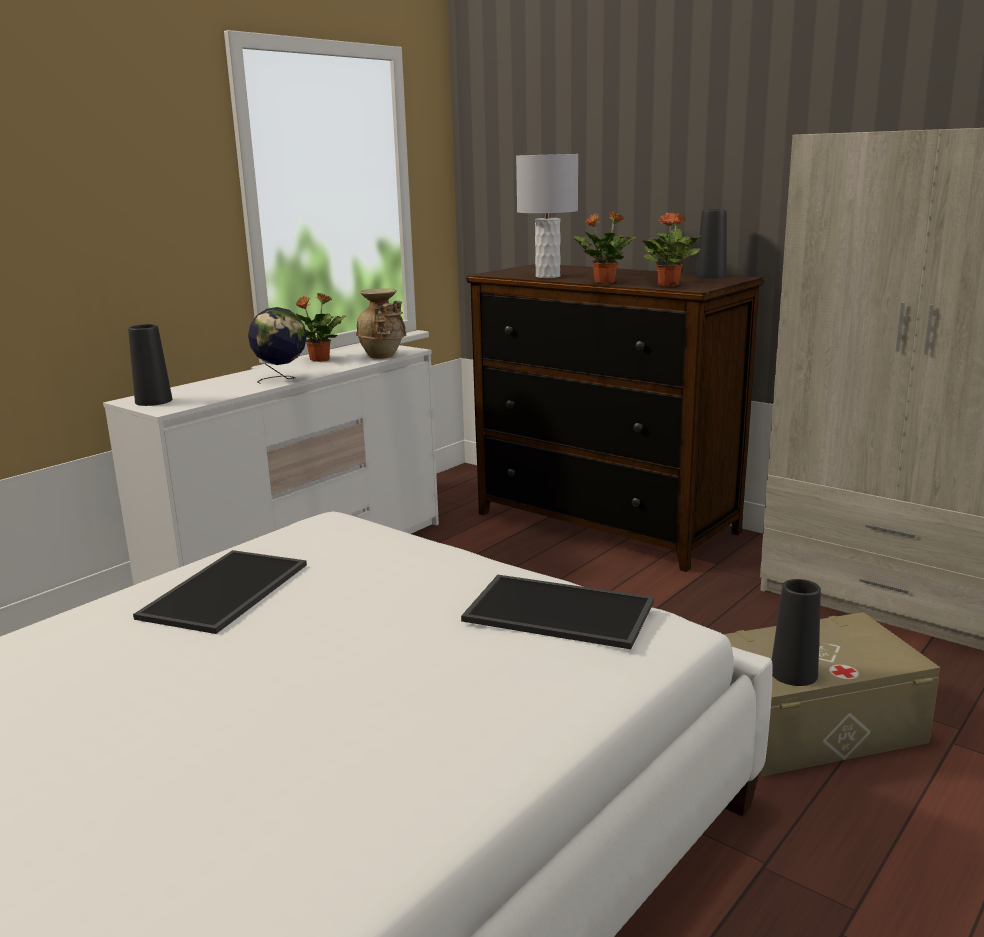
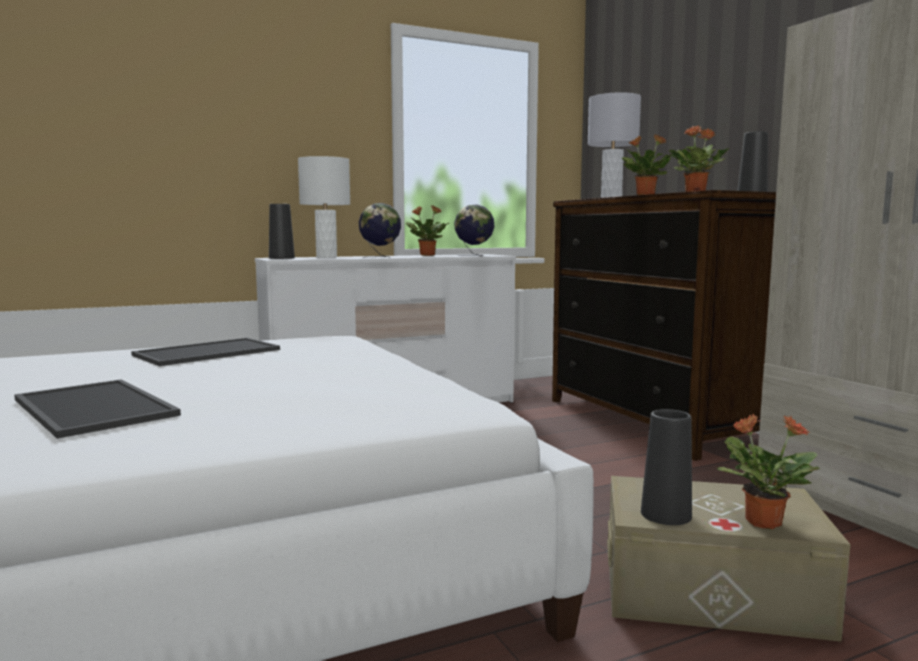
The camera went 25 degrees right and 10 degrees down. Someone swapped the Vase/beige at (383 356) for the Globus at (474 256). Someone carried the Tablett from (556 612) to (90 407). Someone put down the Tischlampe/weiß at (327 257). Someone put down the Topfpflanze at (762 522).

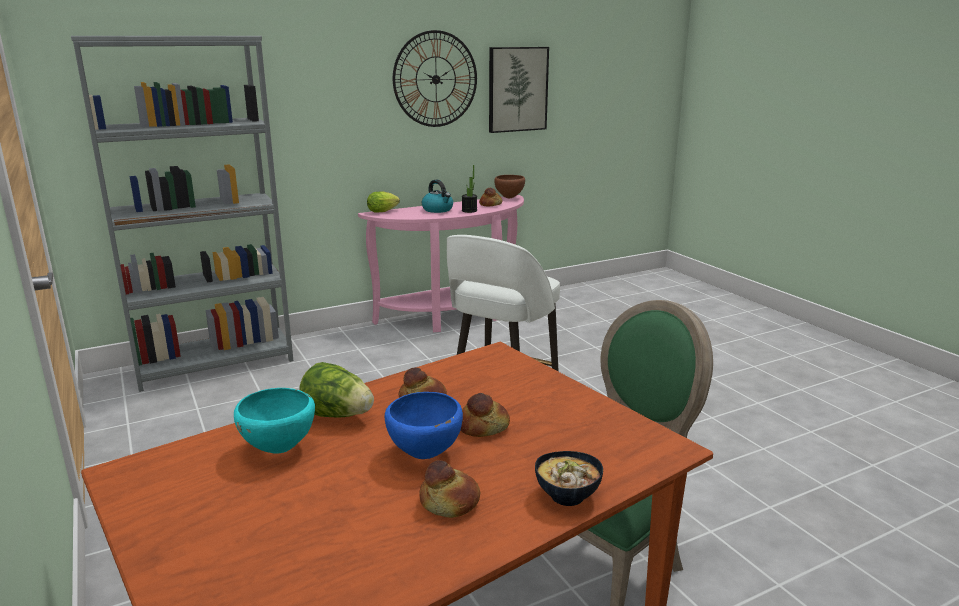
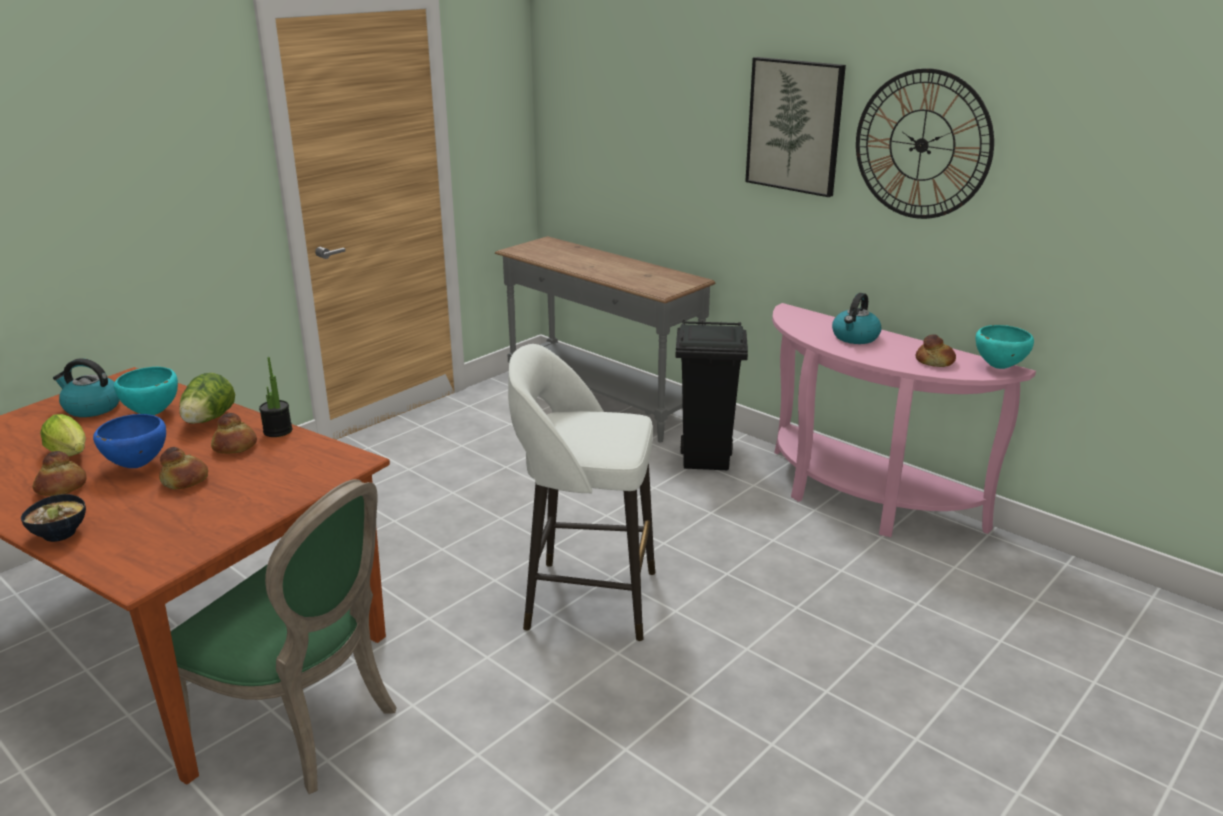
The camera went 70 degrees right and 5 degrees up. Someone swapped the Bücherregal/grau at (215 364) for the Konsolentisch/grau at (600 401). Someone carried the Bild from (517 89) to (795 126). Someone carried the Topfpflanze from (469 211) to (278 431). Someone repainted the Schüssel/braun at (509 198), which became the Schüssel/türkis at (998 367). Someone carried the Salatkopf from (384 211) to (71 455). Someone put down the Mülleimer/schwarz at (707 460). Someone put down the Wasserkessel at (91 408).

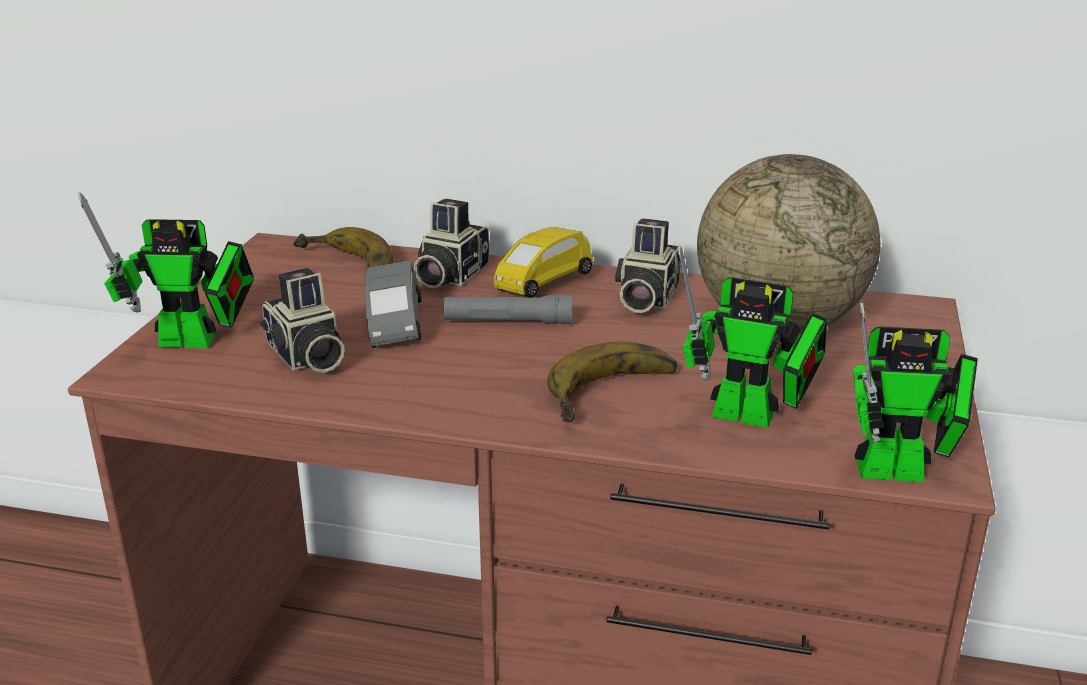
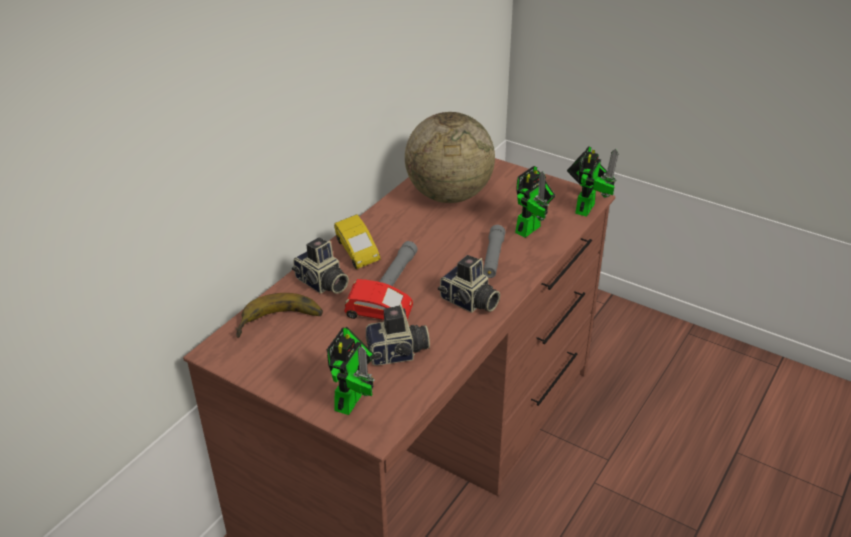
The camera went 70 degrees left and 10 degrees up. Someone carried the Kamera from (644 298) to (469 302). Someone repainted the Spielzeugauto/grau at (393 327), which became the Spielzeugauto/rot at (378 315). Someone swapped the Banane at (617 394) for the Taschenlampe/grau at (493 257).

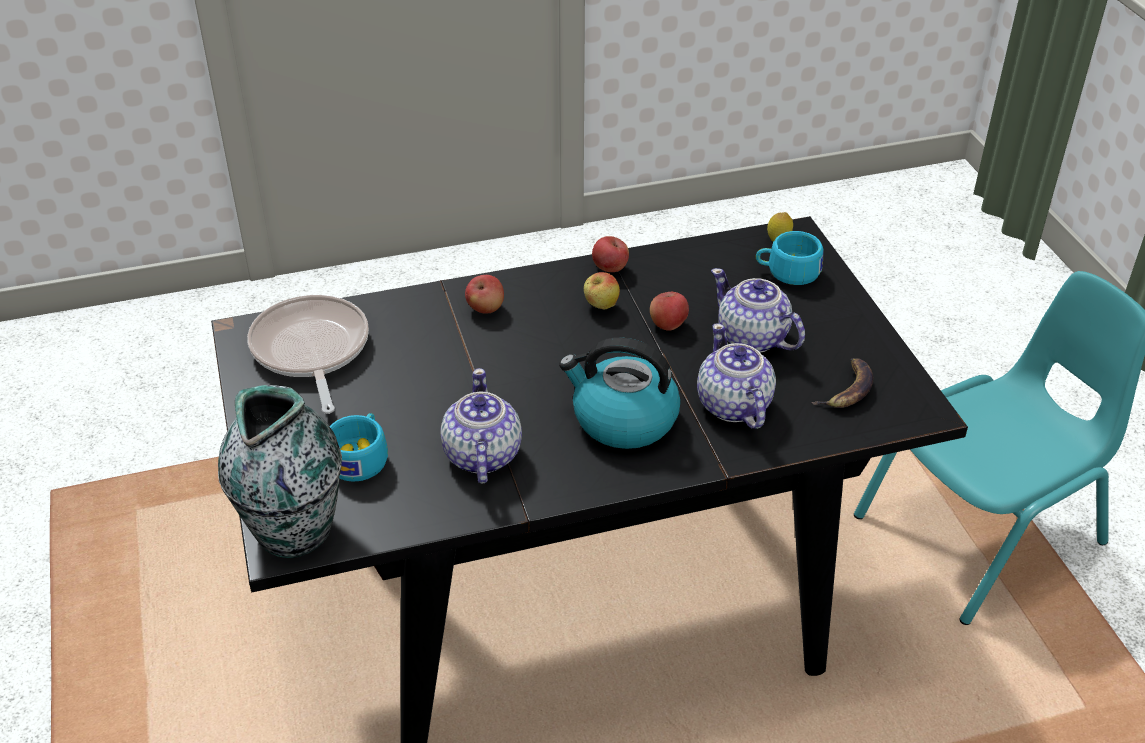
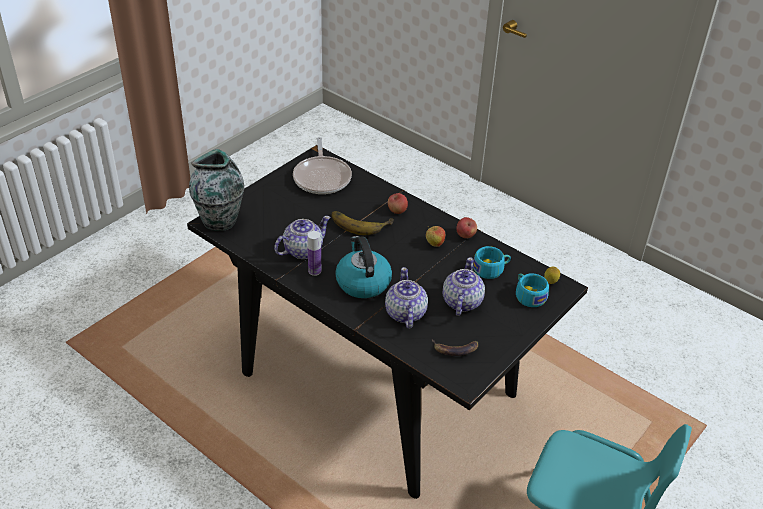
The camera went 55 degrees right and 0 degrees up. Someone took away the Apfel at (668 324). Someone rotated the Pfanne at (311 351) by 135 degrees clockwise. Someone rotated the Teekanne at (733 406) by 45 degrees counterclockwise. Someone carried the Tasse/türkis from (360 457) to (491 269). Someone put down the Banane at (360 222). Someone put down the Flasche at (314 271).

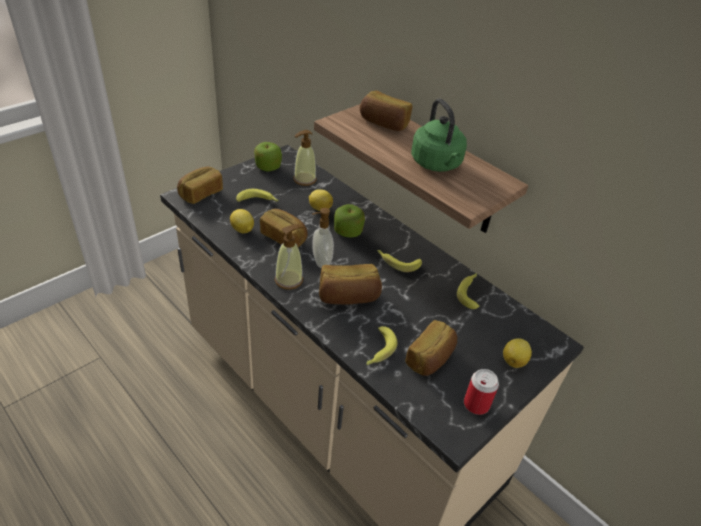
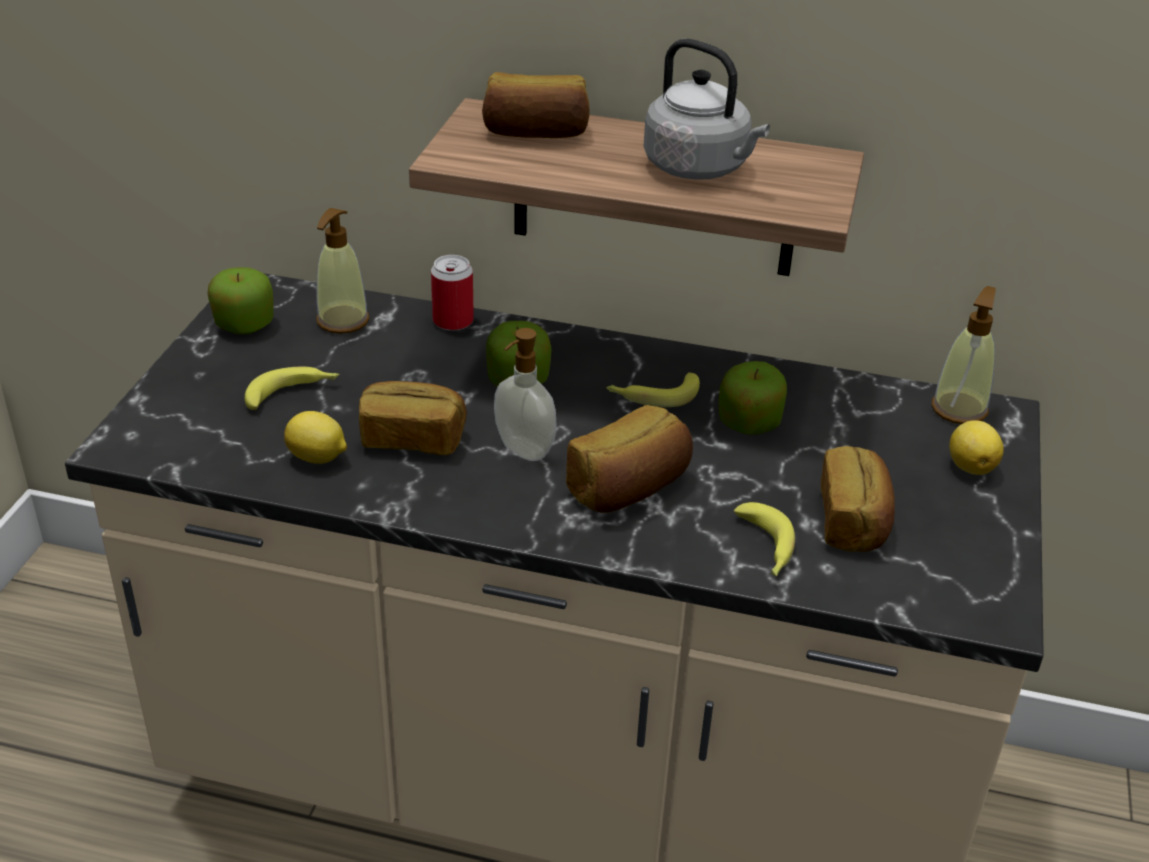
The camera went 30 degrees left and 5 degrees down. Someone repainted the Wasserkessel/grün at (437 164), which became the Wasserkessel/grau at (700 168). Someone took away the Brot at (200 193). Someone took away the Zitrone at (319 208). Someone carried the Seifenspender from (289 280) to (959 409). Someone took away the Banane at (470 292). Someone carried the Dose from (476 404) to (453 321). Someone put down the Apfel at (749 422).

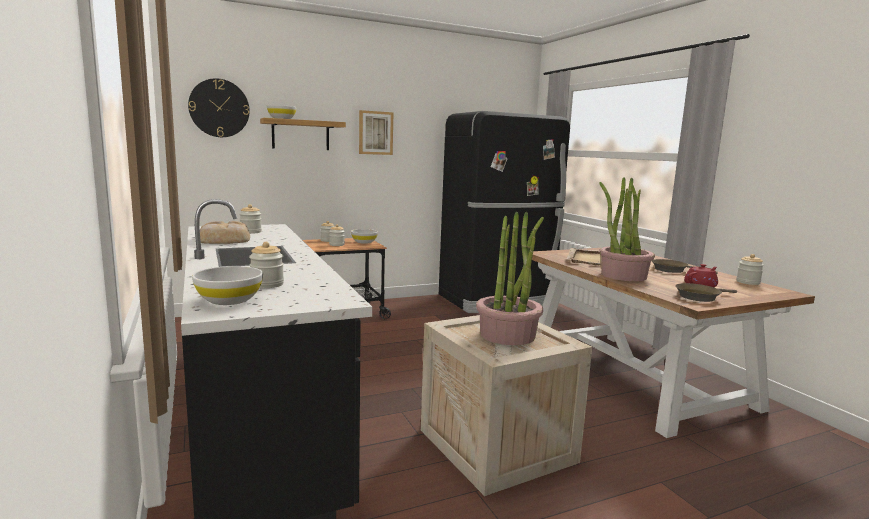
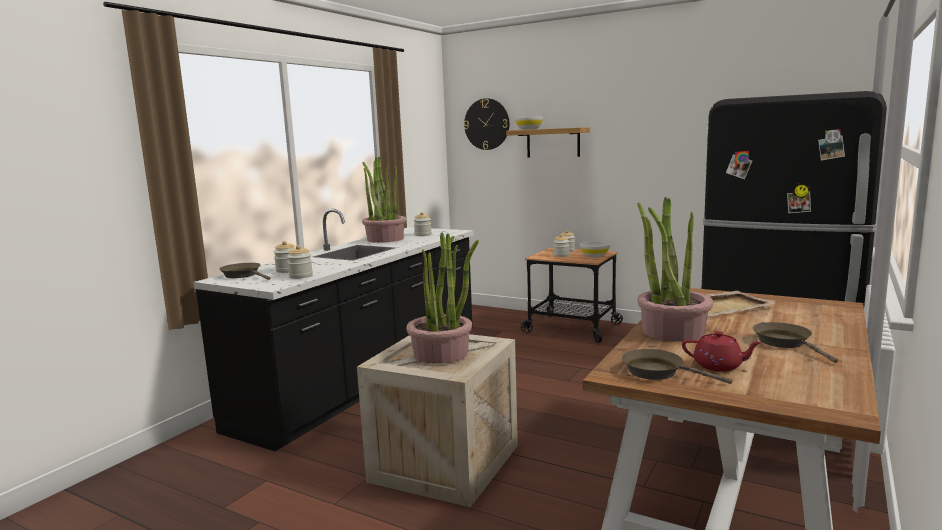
The camera went 55 degrees right and 0 degrees up. Someone took away the Bild at (375 133). Someone swapped the Brot at (224 239) for the Topfpflanze at (385 239). Someone carried the Vorratsglas from (748 282) to (301 276). Someone swapped the Schüssel/weiß at (229 300) for the Pfanne/braun at (243 275).

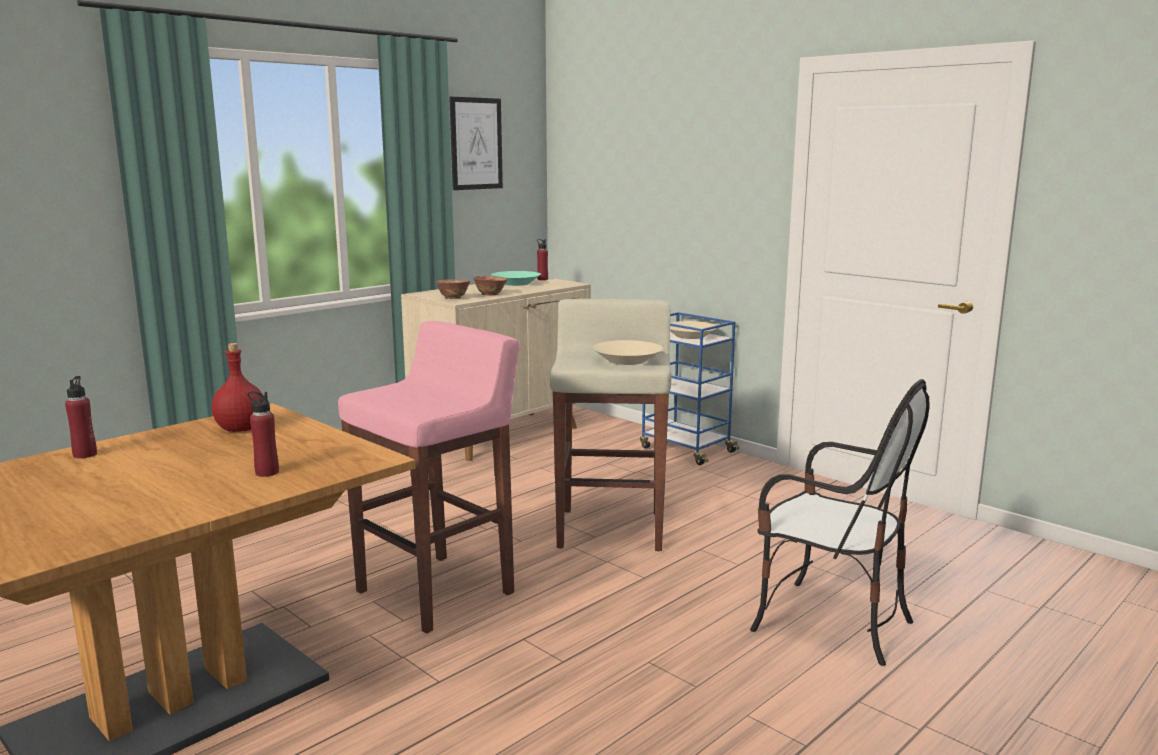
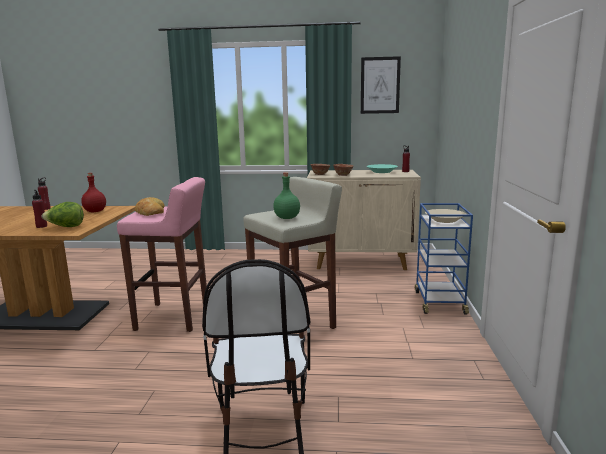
The camera went 50 degrees right and 0 degrees up. Someone swapped the Schüssel/beige at (627 360) for the Flasche/grün at (286 218). Someone put down the Brot at (150 211). Someone put down the Salatkopf at (66 227).

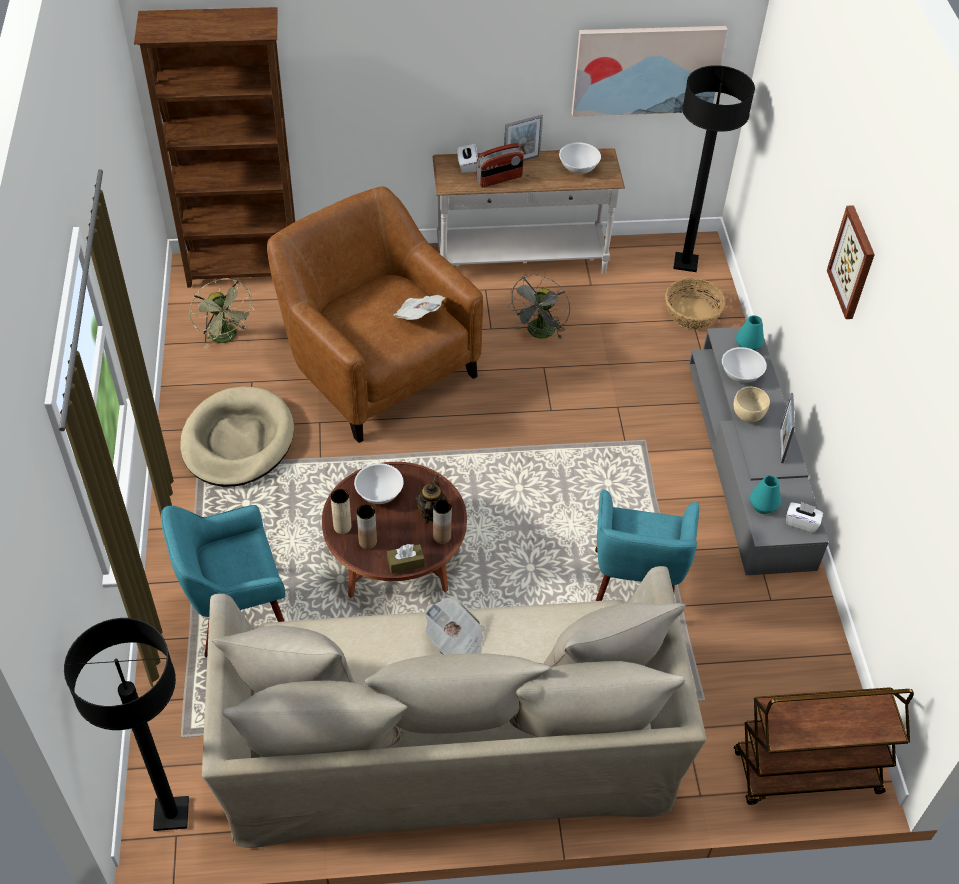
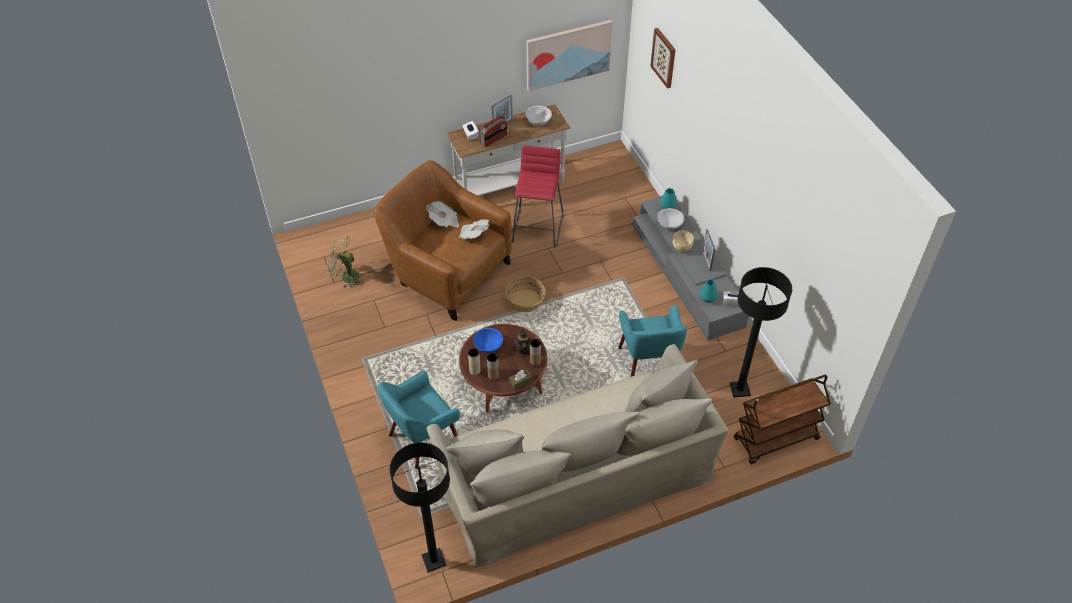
The camera went 15 degrees left and 0 degrees up. Someone took away the Bücherregal/braun at (244 270). Someone carried the Stehlampe/schwarz from (685 263) to (740 389). Someone carried the Bild from (853 262) to (664 57). Someone swapped the Ventilator/grau at (539 334) for the Hocker/rot at (538 228). Someone carried the Korb from (691 314) to (525 301). Someone rotated the Ventilator/grün at (227 337) by 150 degrees clockwise. Someone took away the Hundebett/beige at (237 441). Someone repainted the Schüssel/weiß at (379 493), which became the Schüssel/blau at (488 346). Someone carried the Zeitung from (455 640) to (444 221).

